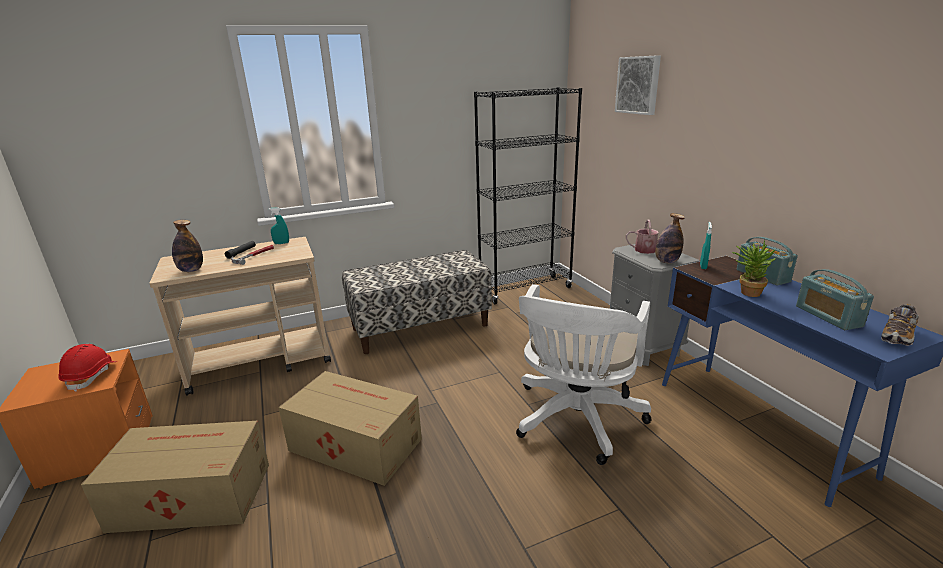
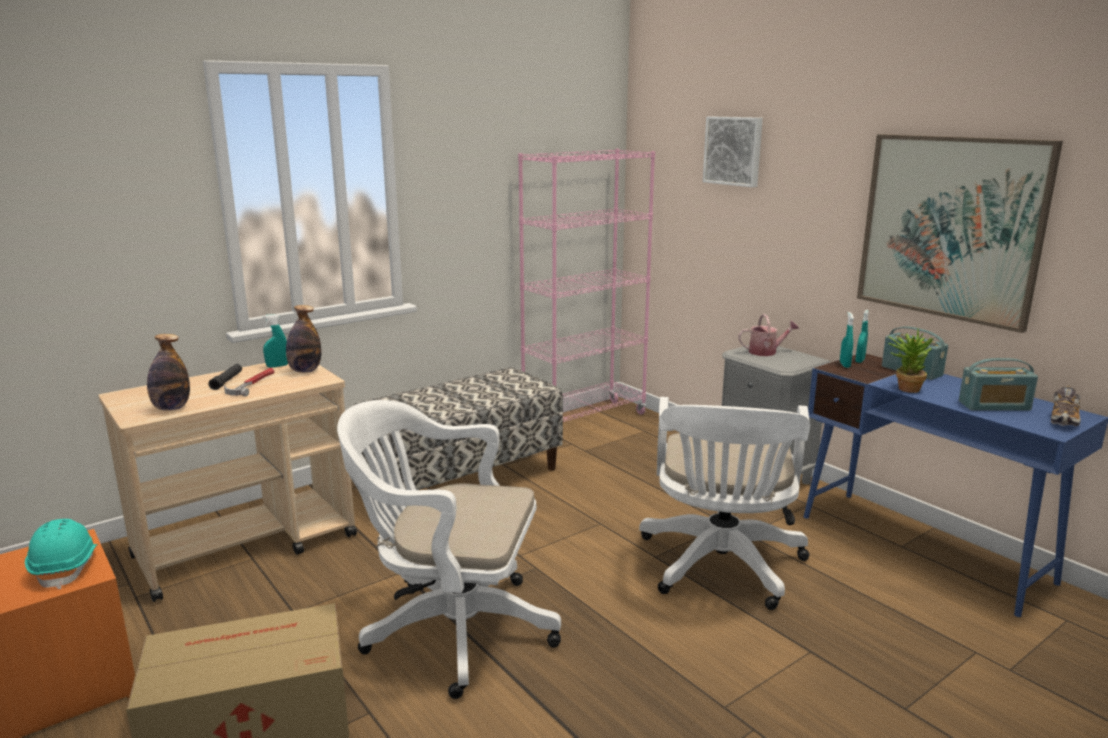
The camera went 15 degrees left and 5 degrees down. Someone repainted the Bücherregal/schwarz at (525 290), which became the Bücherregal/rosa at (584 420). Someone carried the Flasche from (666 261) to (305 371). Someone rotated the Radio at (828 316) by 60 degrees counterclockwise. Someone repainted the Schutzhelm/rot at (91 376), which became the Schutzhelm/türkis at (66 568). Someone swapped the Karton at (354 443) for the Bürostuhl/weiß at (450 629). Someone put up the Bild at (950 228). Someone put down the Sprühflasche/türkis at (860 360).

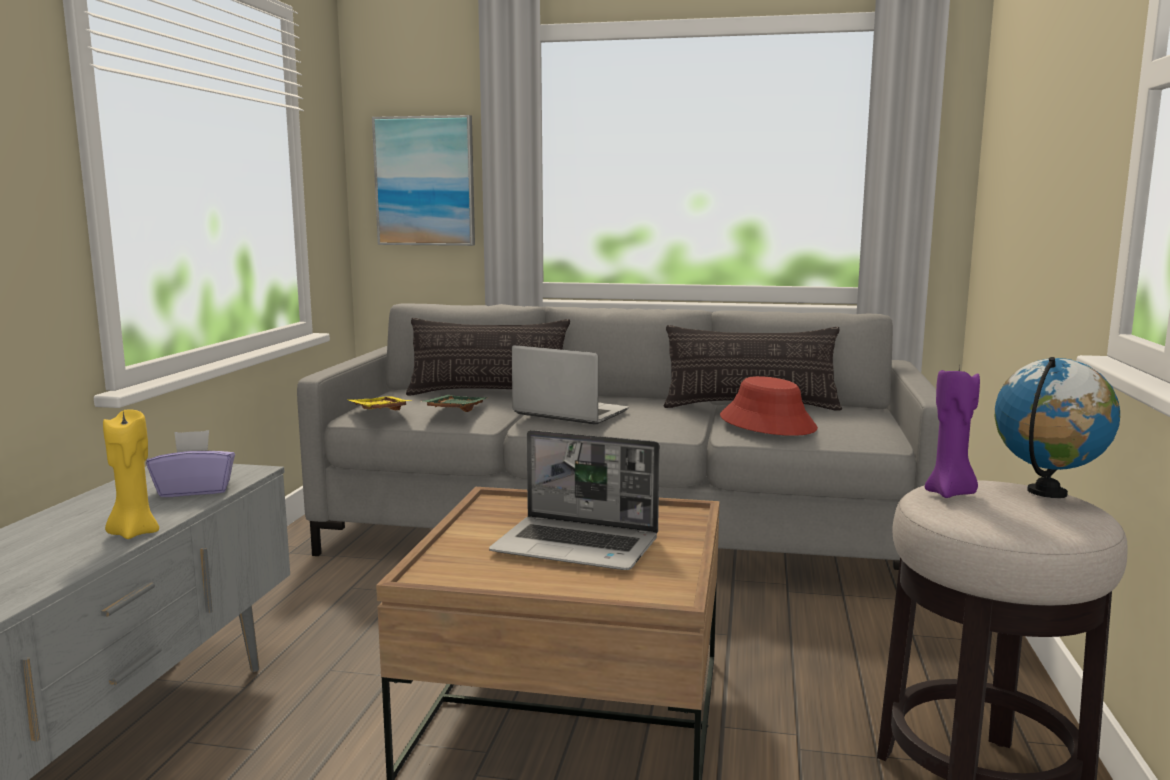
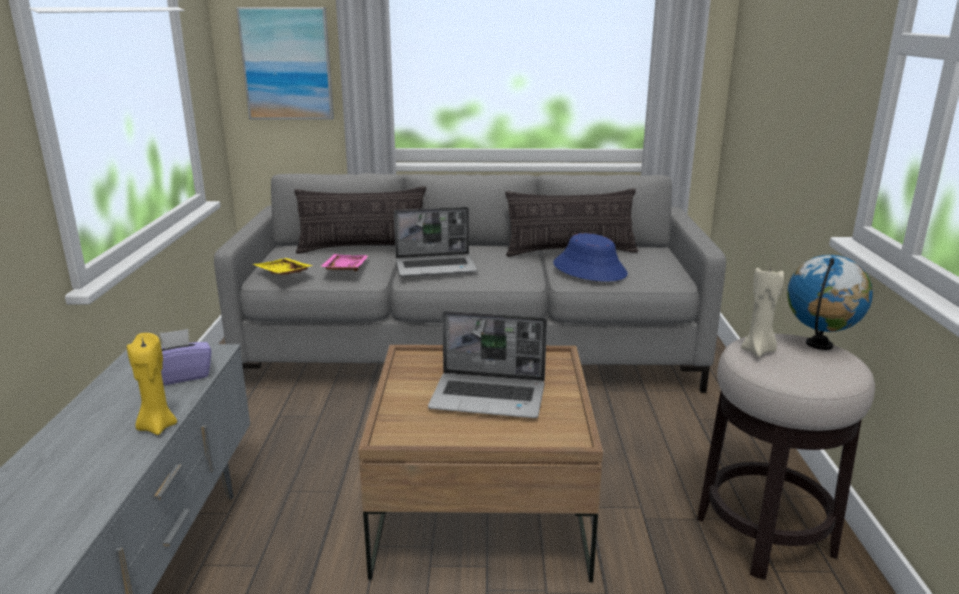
The camera went 10 degrees left and 10 degrees up. Someone rotated the Laptop at (569 413) by 150 degrees clockwise. Someone repainted the Kerze/lila at (950 493), which became the Kerze/beige at (758 351). Someone repainted the Hut/rot at (767 423), which became the Hut/blau at (590 269). Someone repainted the Tablett/grün at (454 411), which became the Tablett/rosa at (344 269).

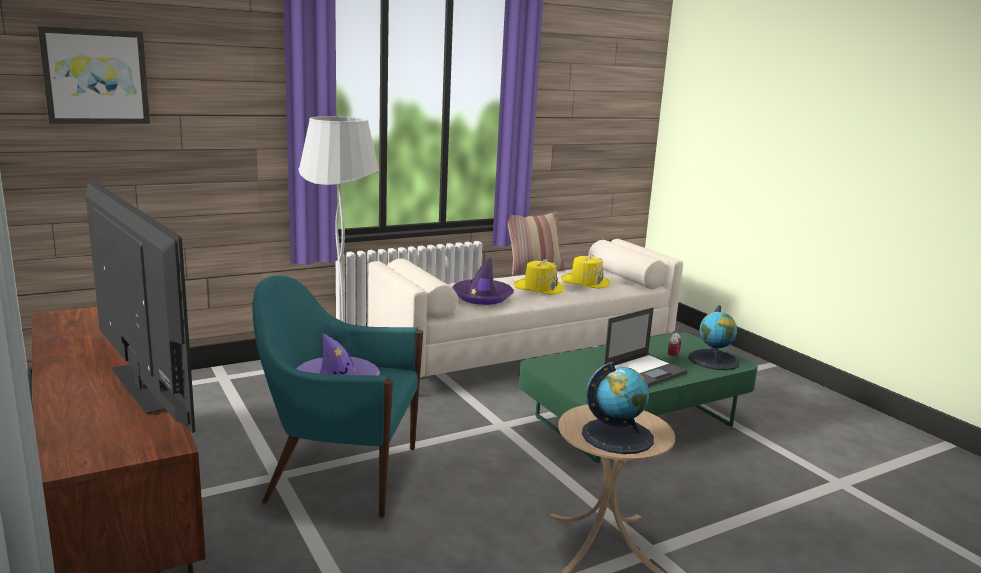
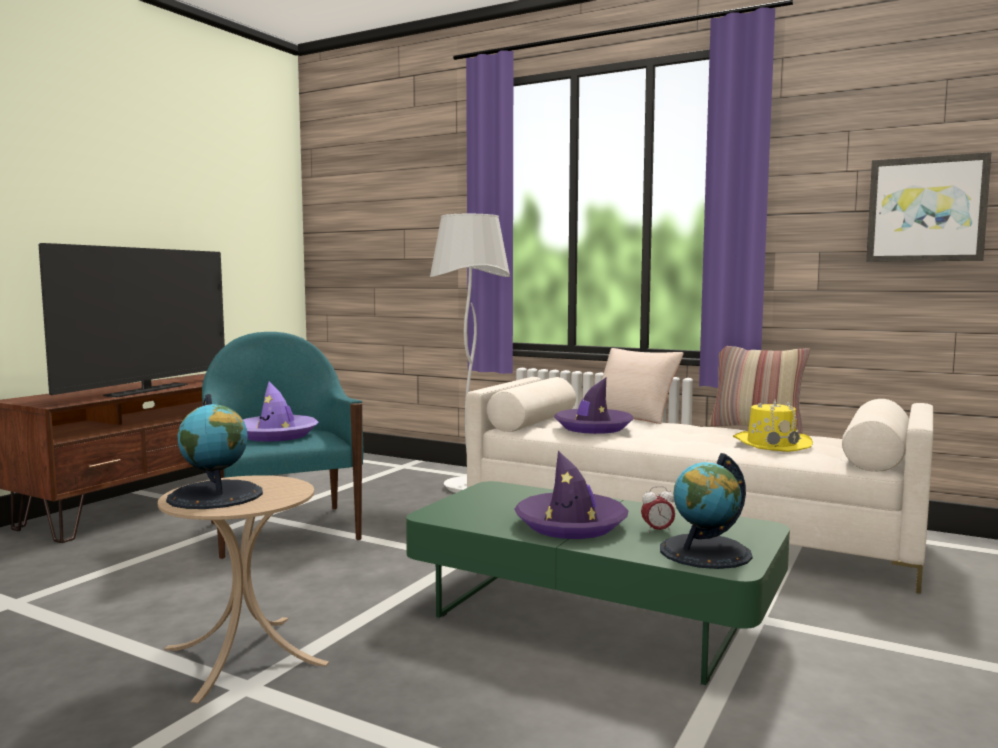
The camera went 60 degrees right and 10 degrees down. Someone carried the Bild from (96 76) to (926 209). Someone took away the Hut/gelb at (539 288). Someone swapped the Laptop at (645 371) for the Hut/lila at (571 525). Someone put down the Kissen/beige at (634 416).

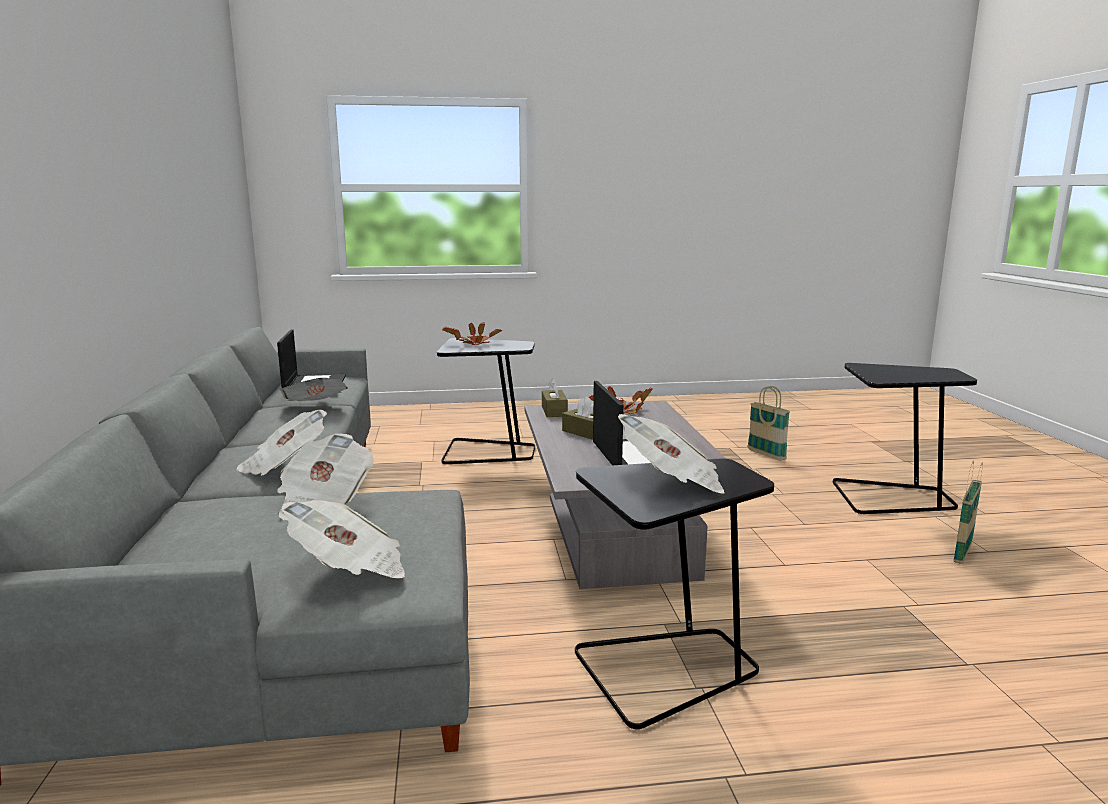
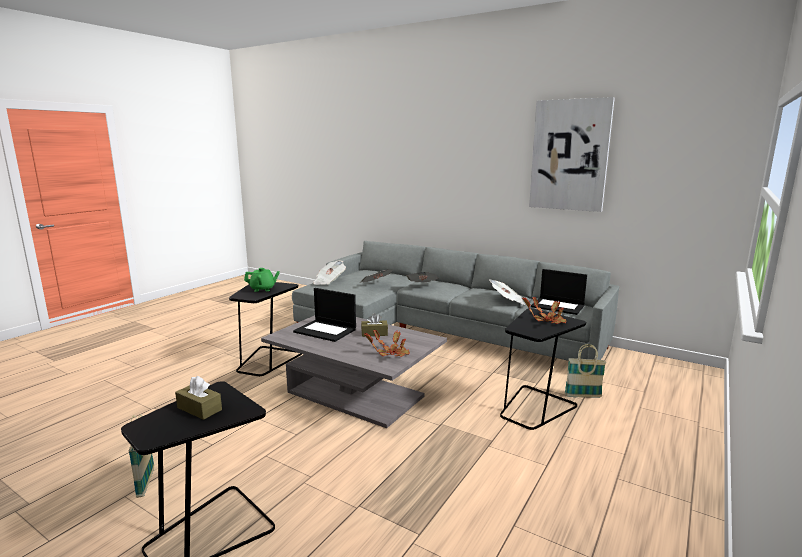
The camera went 130 degrees right and 0 degrees up. Someone carried the Taschentuchbox/braun from (554 411) to (199 409). Someone carried the Korb from (766 455) to (582 396). Someone swapped the Zeitung at (672 481) for the Teekanne/grün at (263 289). Someone put up the Bild at (569 155).

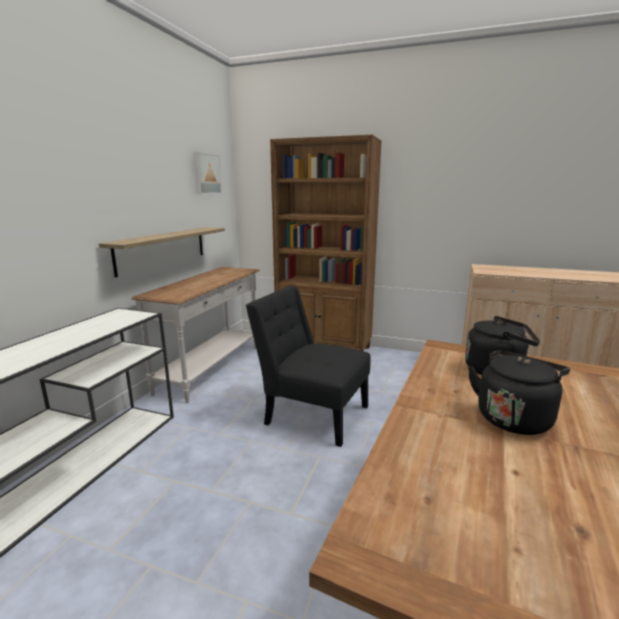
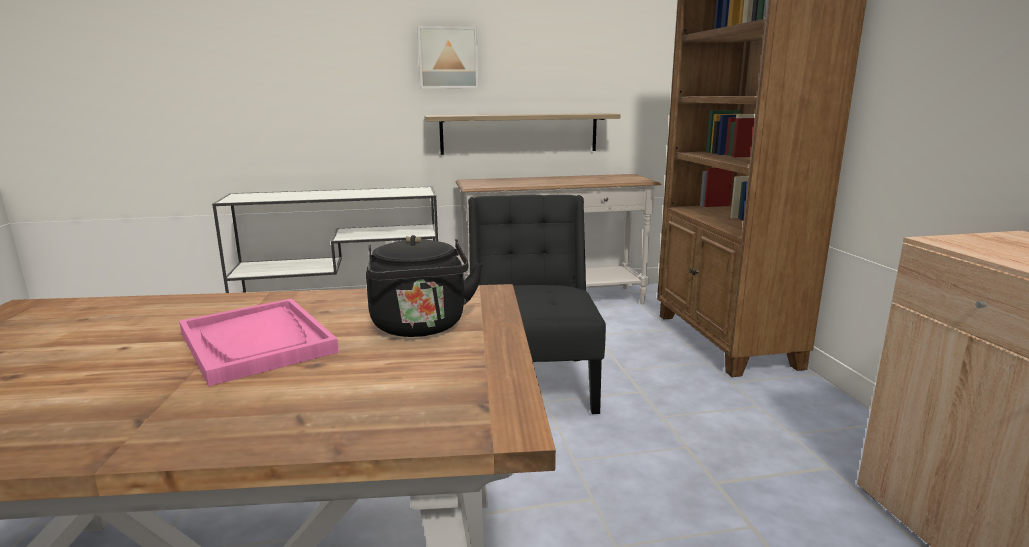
The camera went 60 degrees right and 0 degrees up. Someone carried the Bild from (206 174) to (448 58). Someone swapped the Wasserkessel/schwarz at (514 417) for the Tablett/rosa at (257 342).

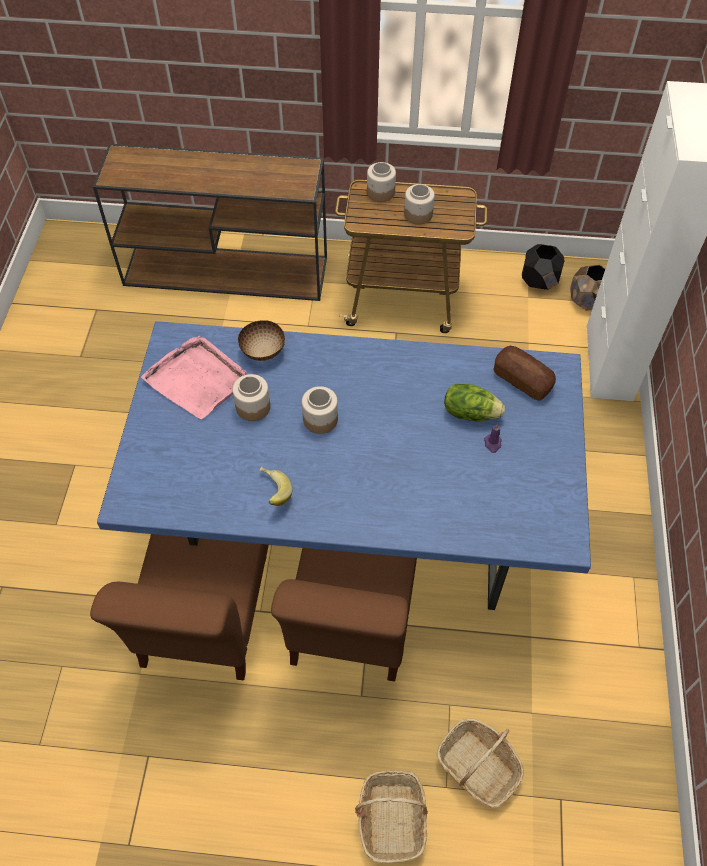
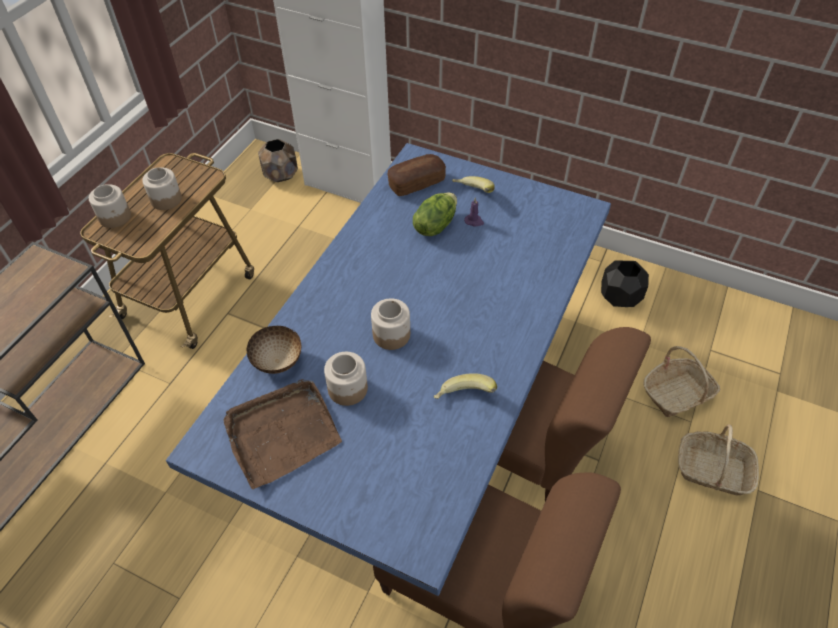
The camera went 70 degrees left and 5 degrees down. Someone carried the Pflanzkübel/schwarz from (539 281) to (619 297). Someone repainted the Tablett/rosa at (197 379), which became the Tablett/braun at (282 433). Someone put down the Banane at (472 194).

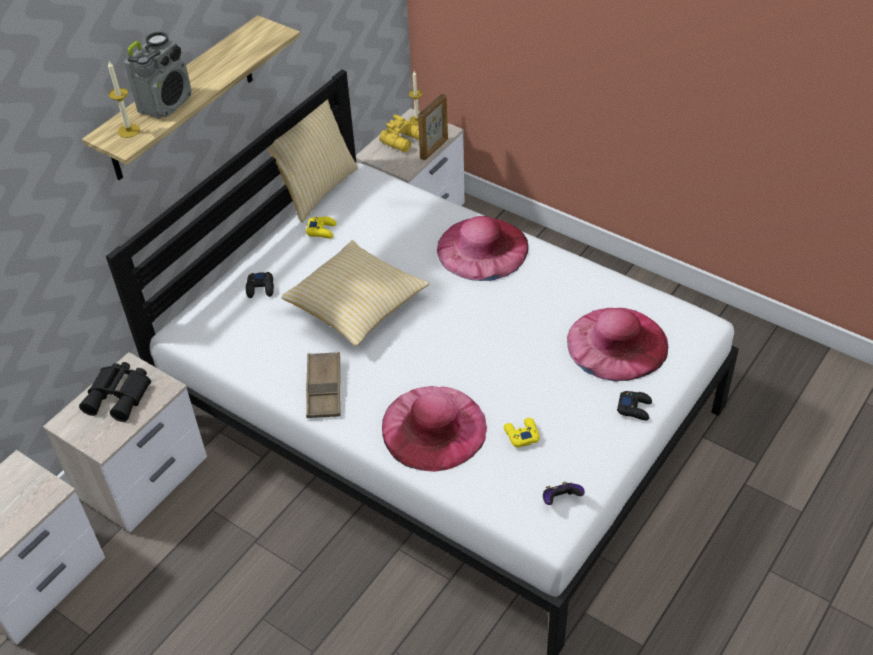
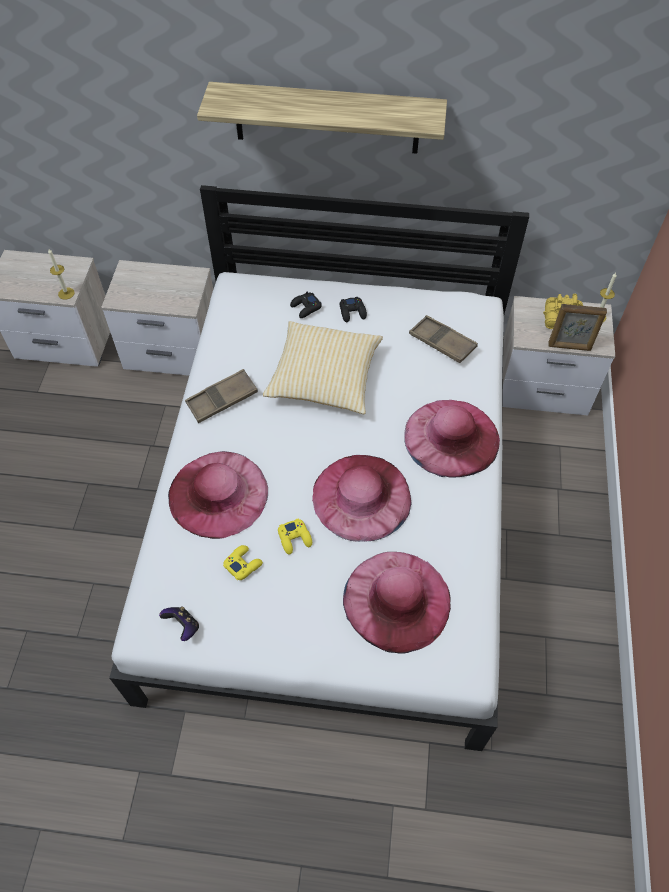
The camera went 60 degrees right and 10 degrees up. Someone took away the Radio at (166 104). Someone carried the Kerze from (129 130) to (66 293). Someone took away the Kissen at (316 189). Someone carried the Gamepad/gelb from (322 230) to (295 538). Someone took away the Fernglas/schwarz at (120 395). Someone carried the Gamepad/schwarz from (634 408) to (352 312). Someone put down the Tablett/braun at (442 342). Someone put down the Hut/rosa at (361 497).

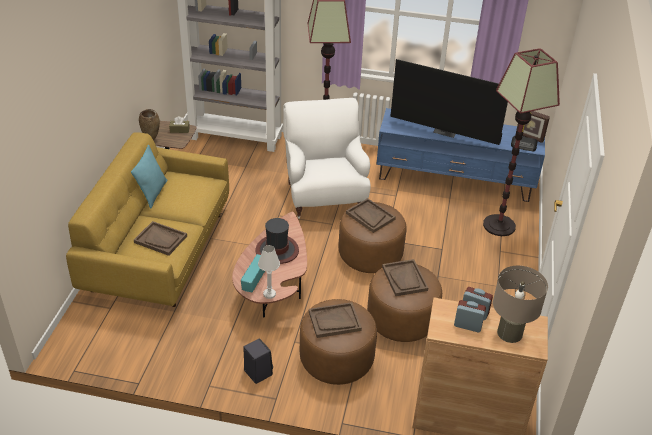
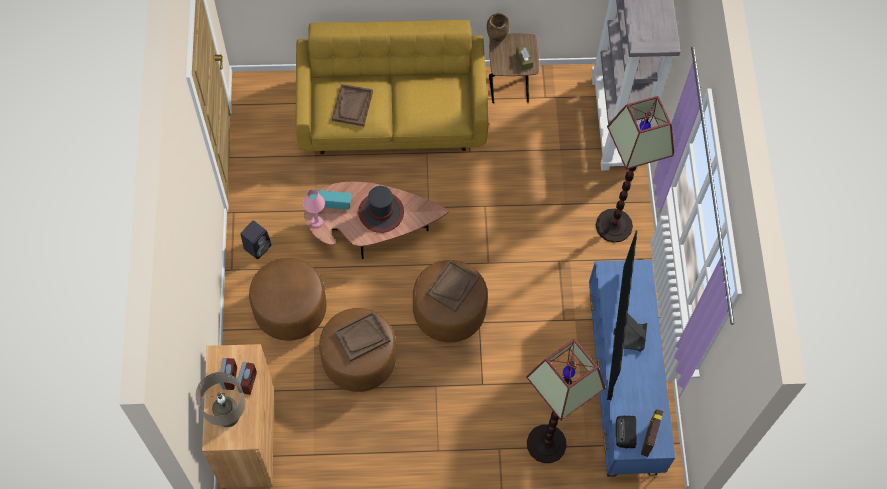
The camera went 75 degrees right and 25 degrees up. Someone took away the Sessel/weiß at (324 197). Someone took away the Kissen/türkis at (153 193). Someone repainted the Tischlampe/weiß at (269 294), which became the Tischlampe/rosa at (316 222). Someone took away the Tablett/braun at (334 321).

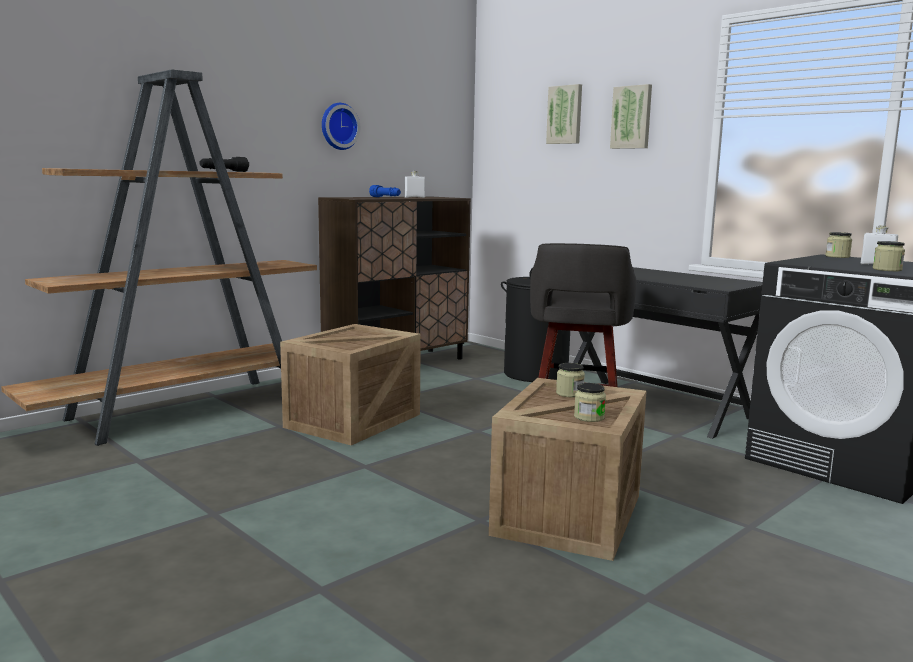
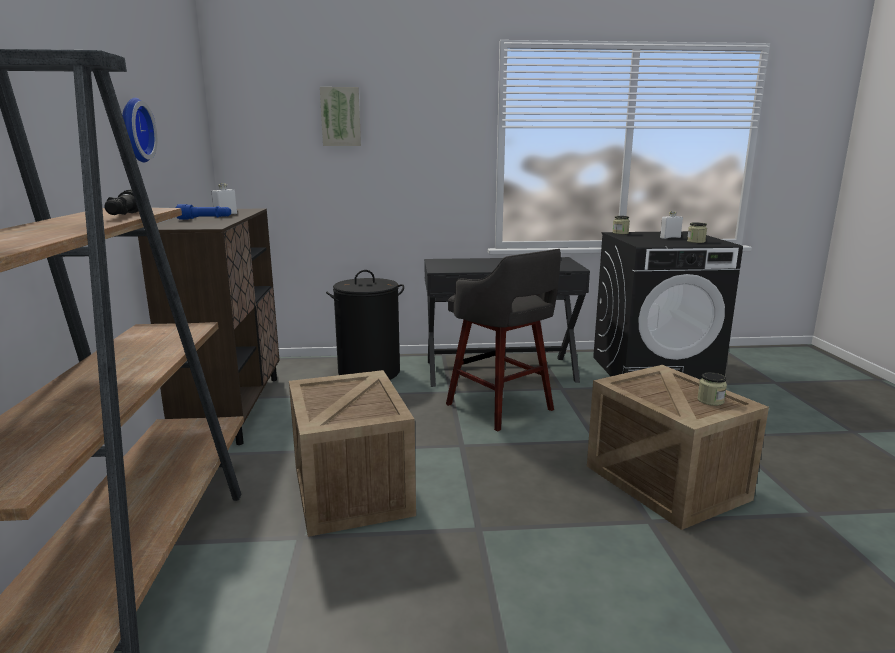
The camera went 50 degrees left and 5 degrees up. Someone took away the Bild at (632 117). Someone took away the Vorratsglas at (569 393).

